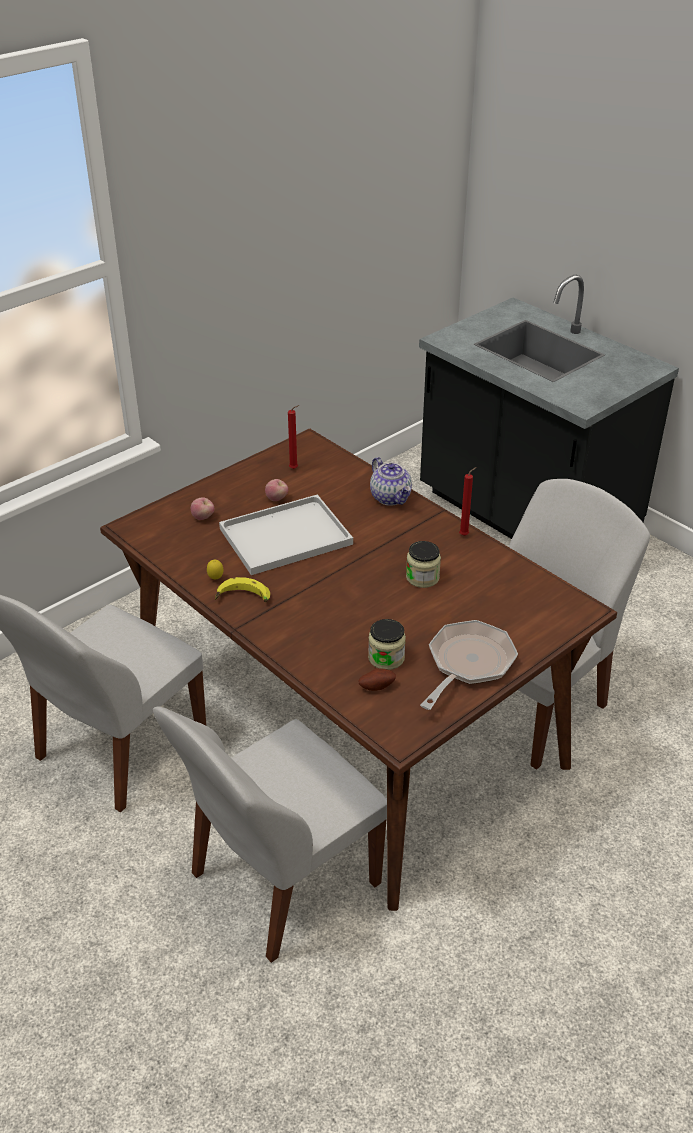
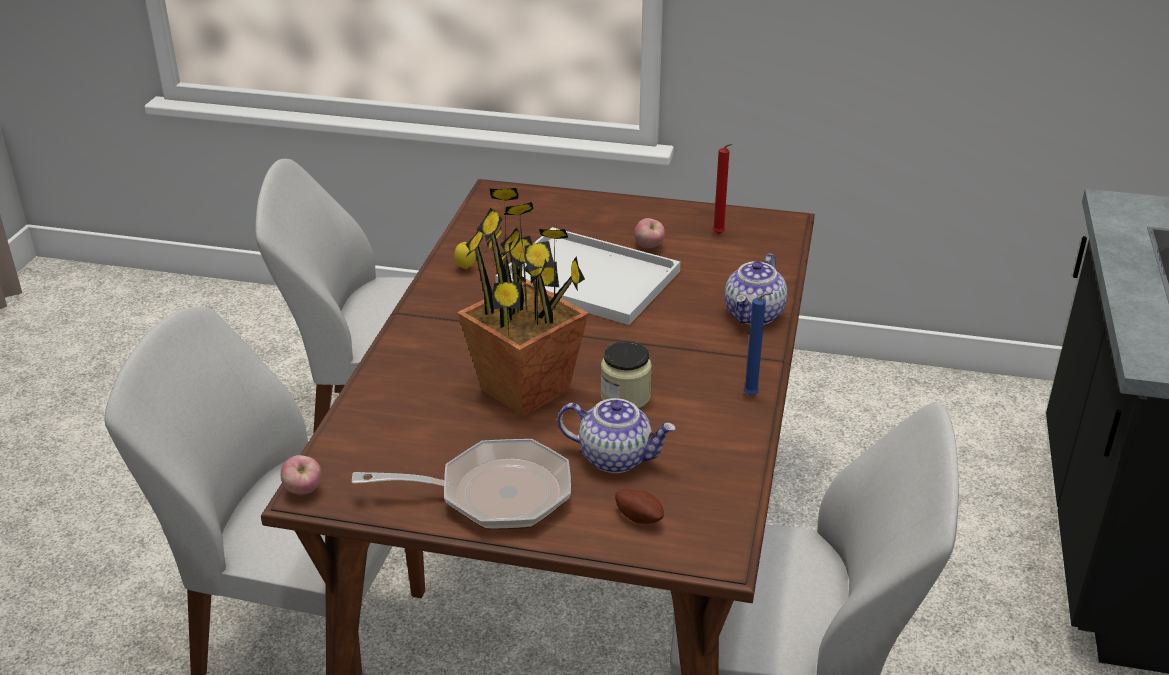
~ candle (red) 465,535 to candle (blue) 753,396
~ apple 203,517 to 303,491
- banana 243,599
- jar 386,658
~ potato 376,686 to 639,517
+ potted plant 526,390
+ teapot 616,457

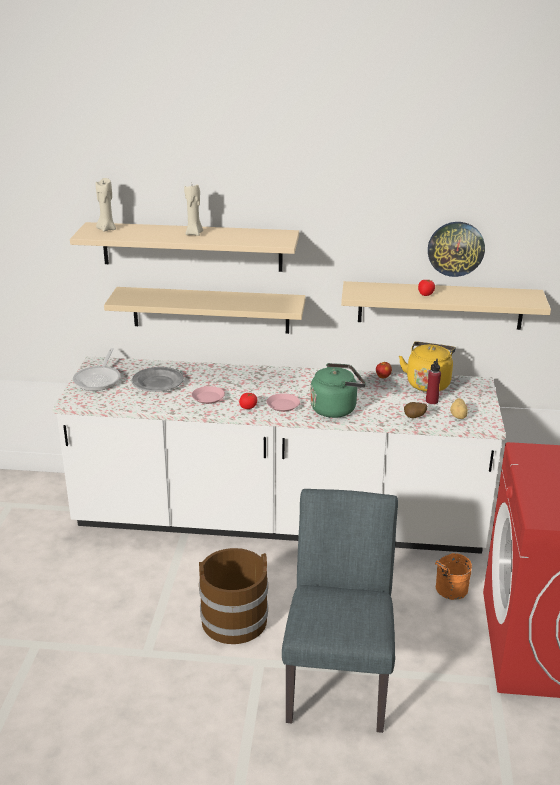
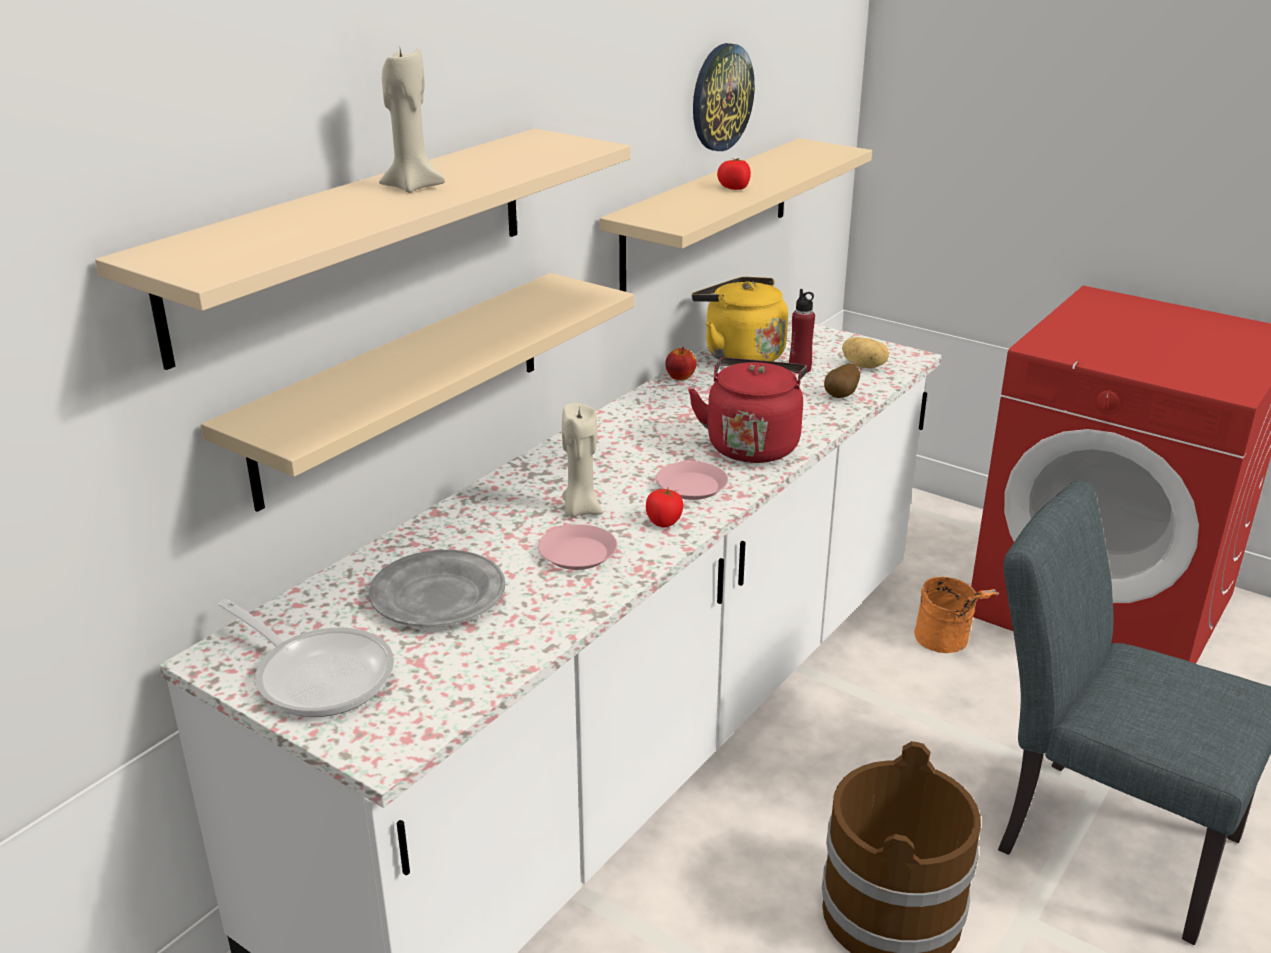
~ candle (beige) 106,229 to 580,510
~ kettle (green) 336,408 to kettle (red) 752,445

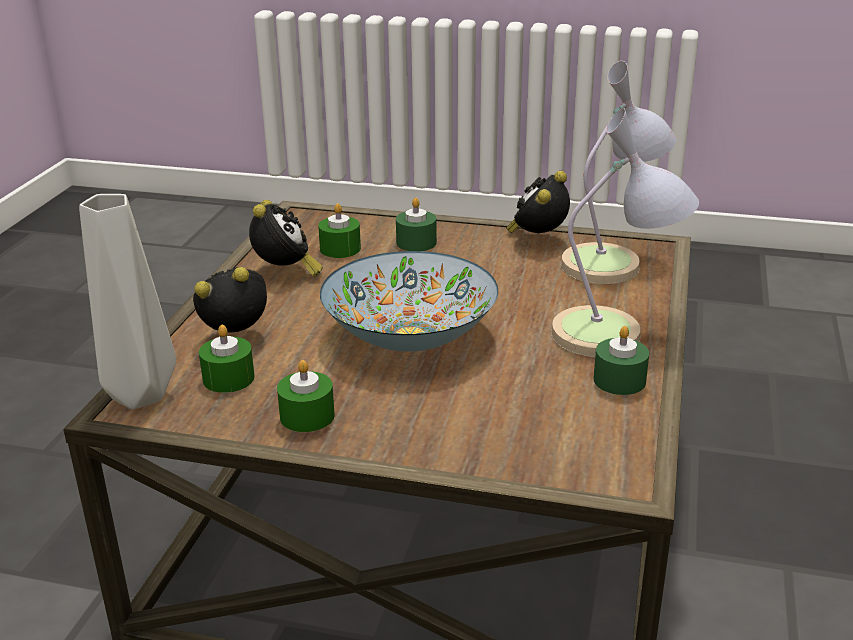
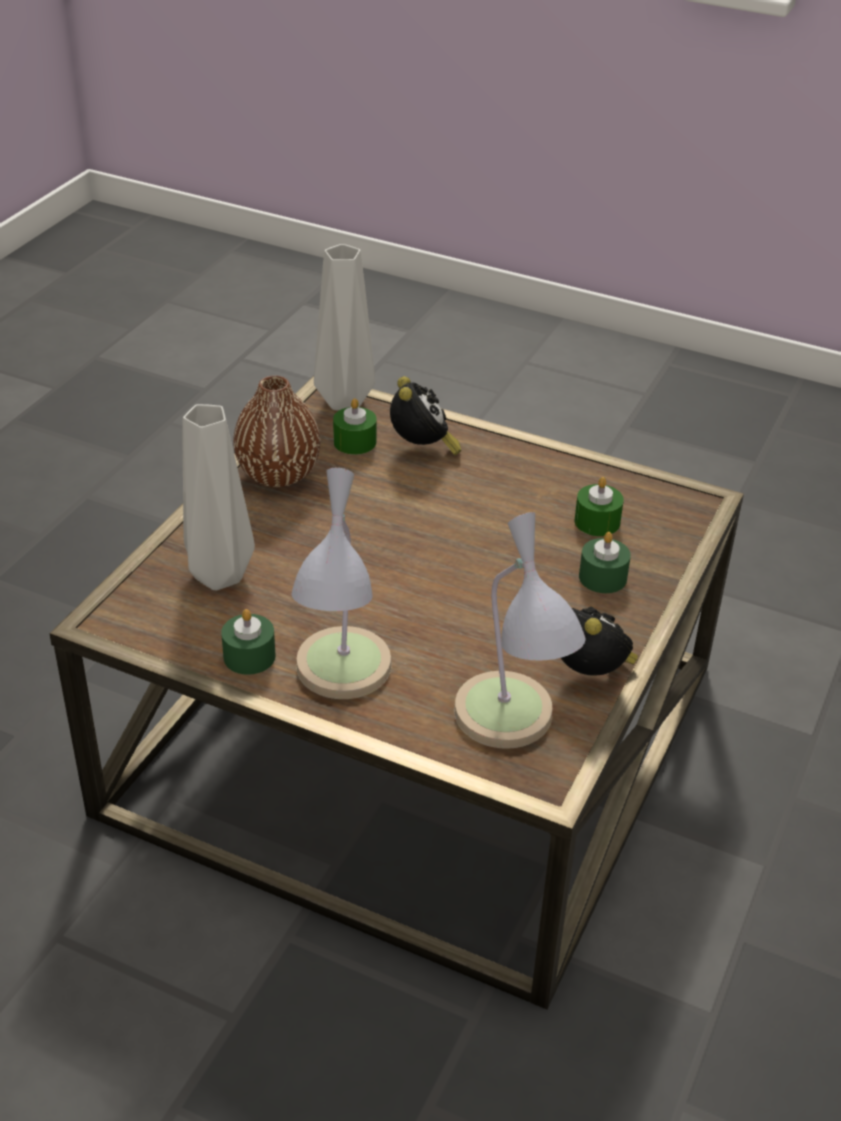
- alarm clock 285,273
- bowl 410,337
~ candle (green) 307,416 to vase (brown) 278,474
+ vase (grey) 220,578

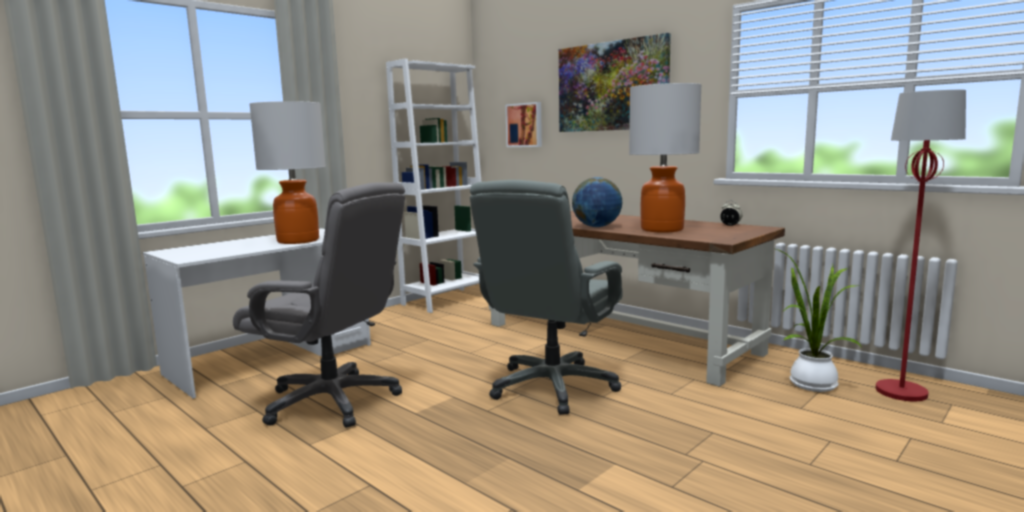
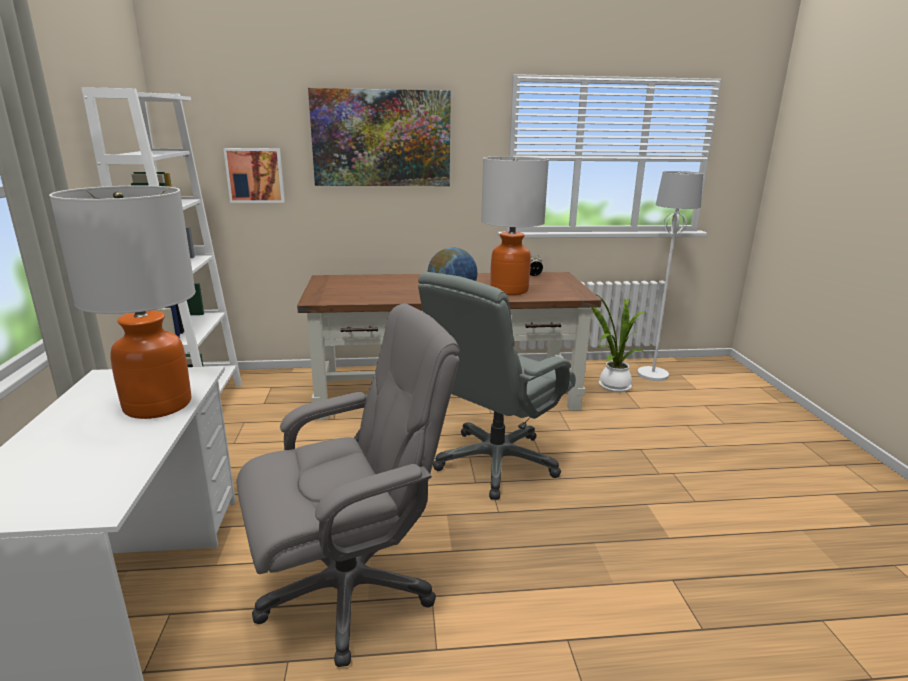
~ floor lamp (red) 901,392 to floor lamp (white) 653,374
~ office chair (grey) 552,387 = 495,462 60 degrees clockwise

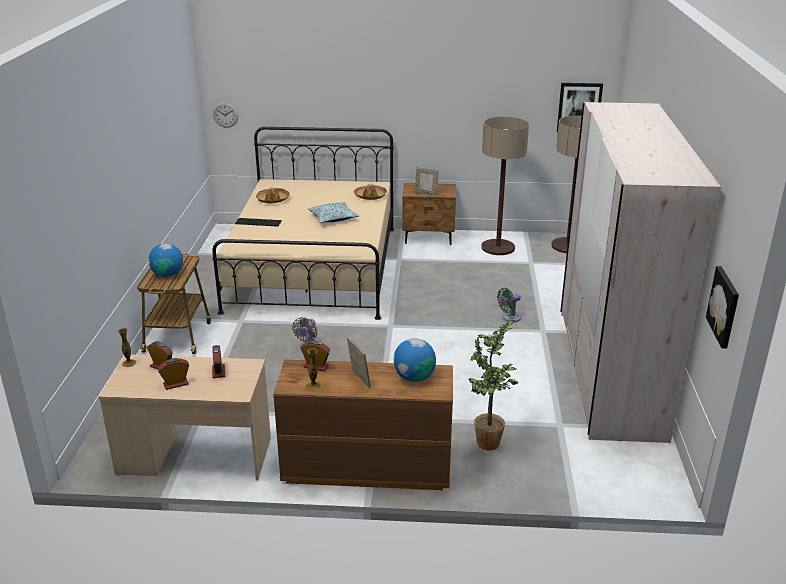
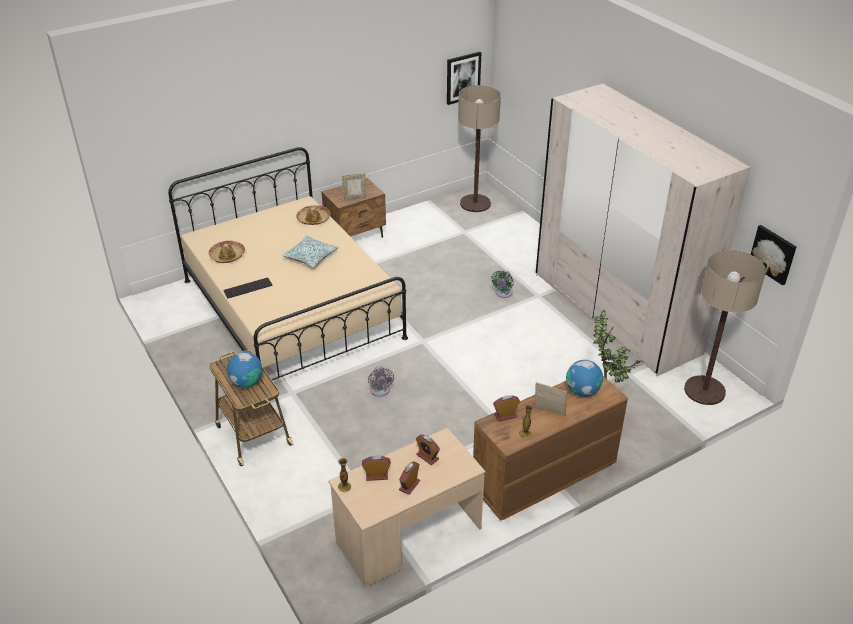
- wall clock 225,115
~ floor lamp 498,248 to 704,391

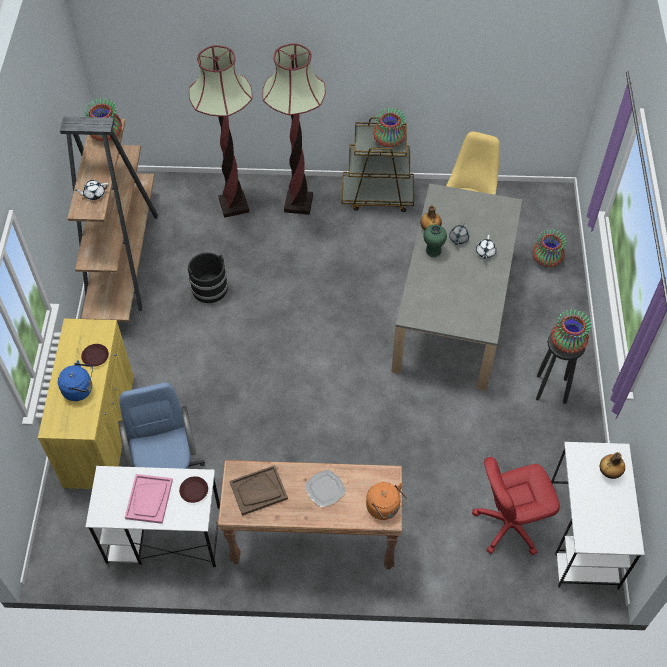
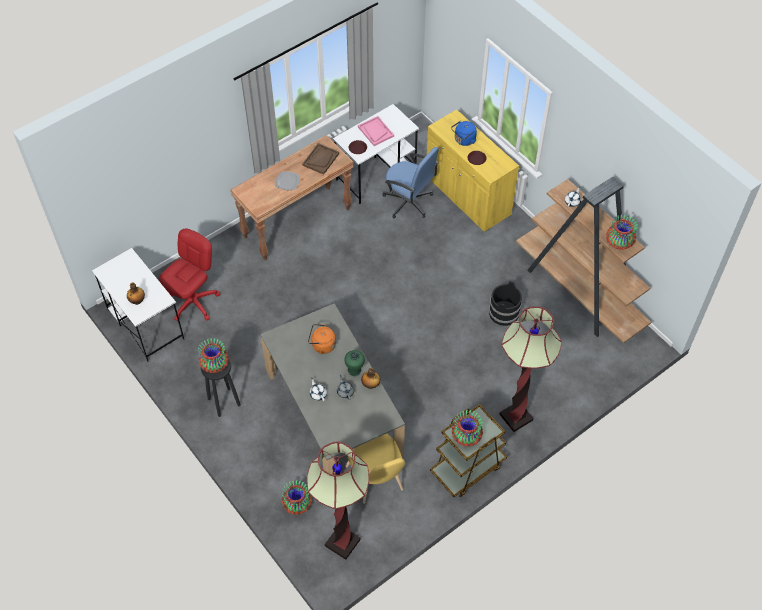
~ floor lamp 234,205 to 342,542
~ kettle (orange) 384,508 to 322,345

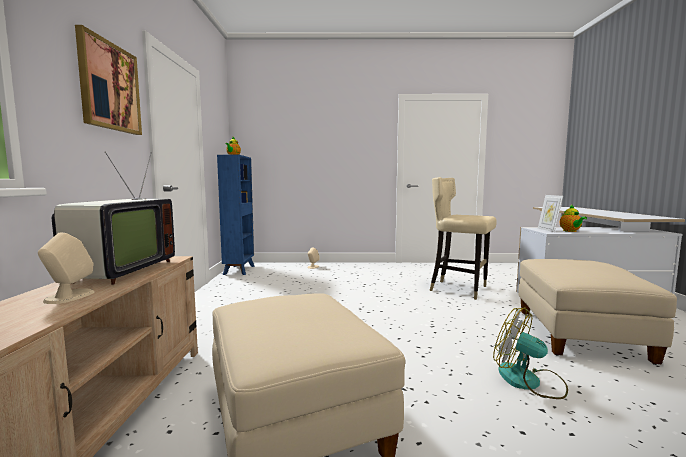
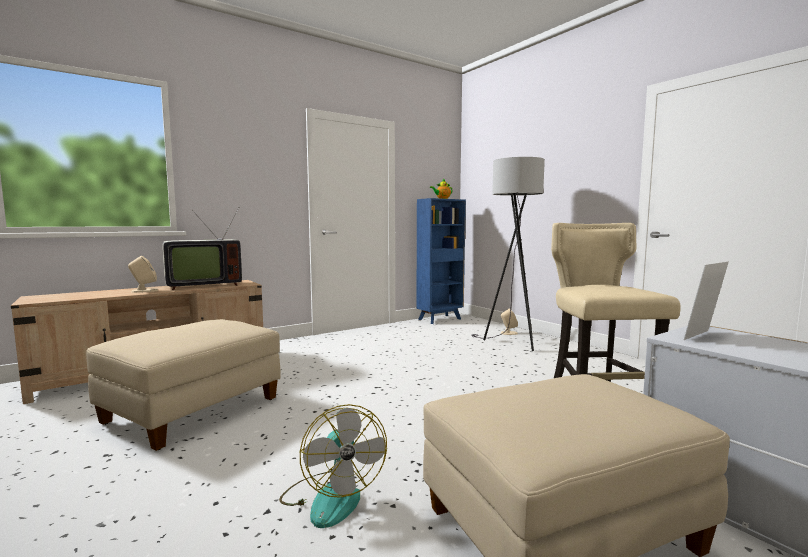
- picture 109,87
- teapot 571,231
~ fan 529,381 = 331,497 150 degrees clockwise
+ floor lamp (grey) 510,342

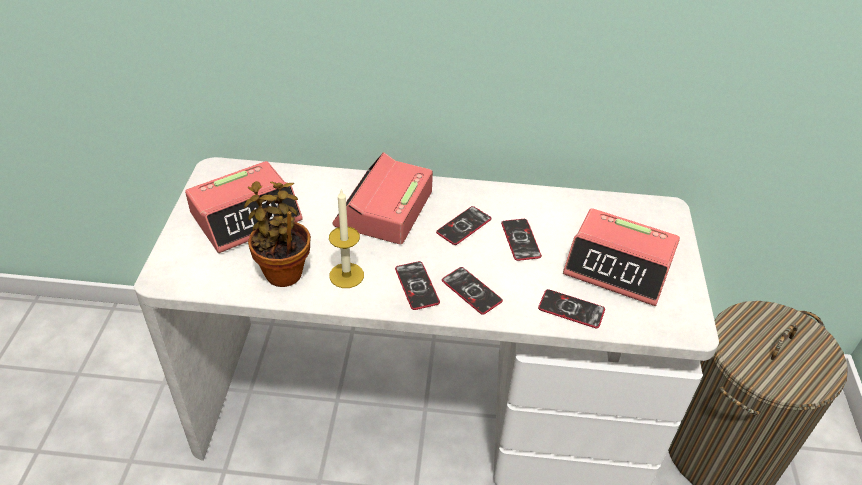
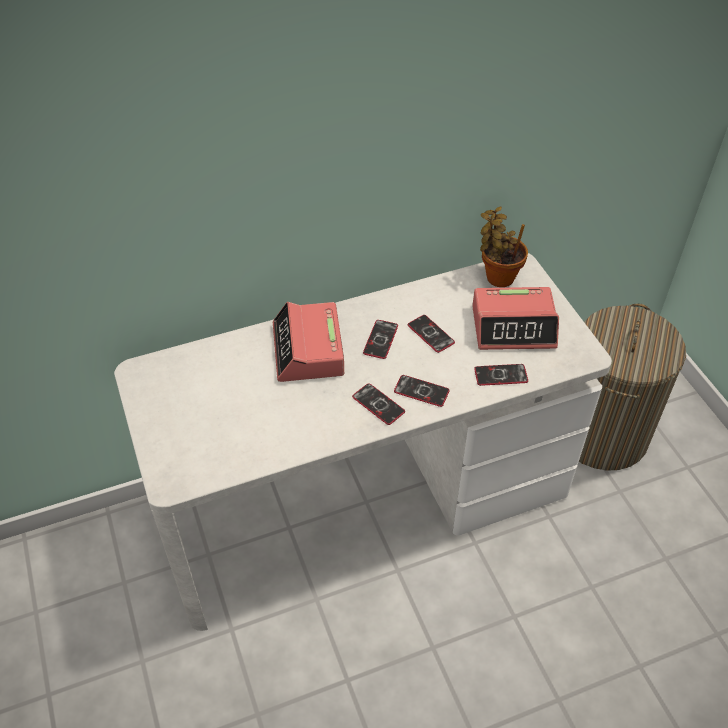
- alarm clock 246,216
~ potted plant 283,270 to 497,276
- candle 346,275

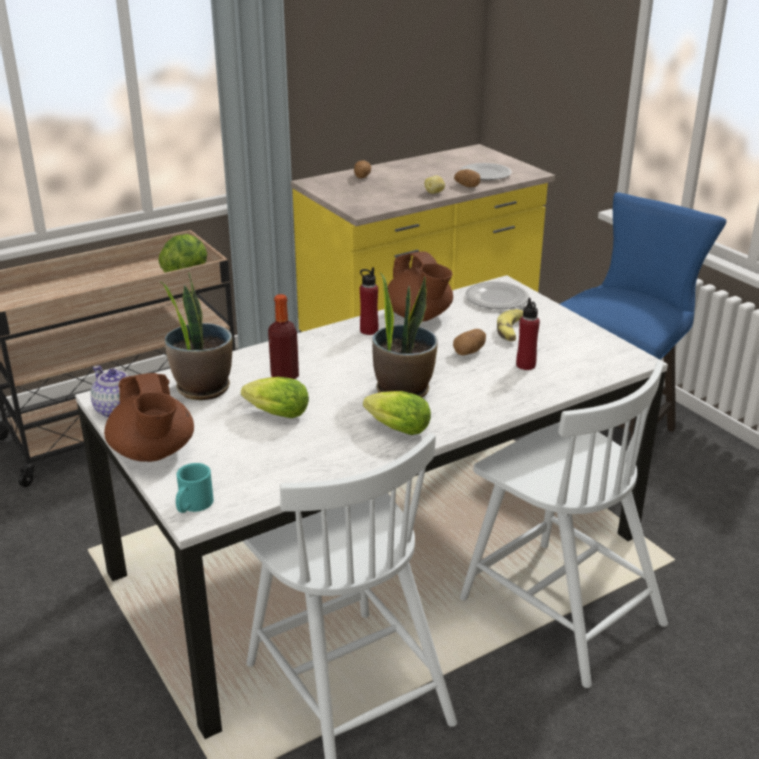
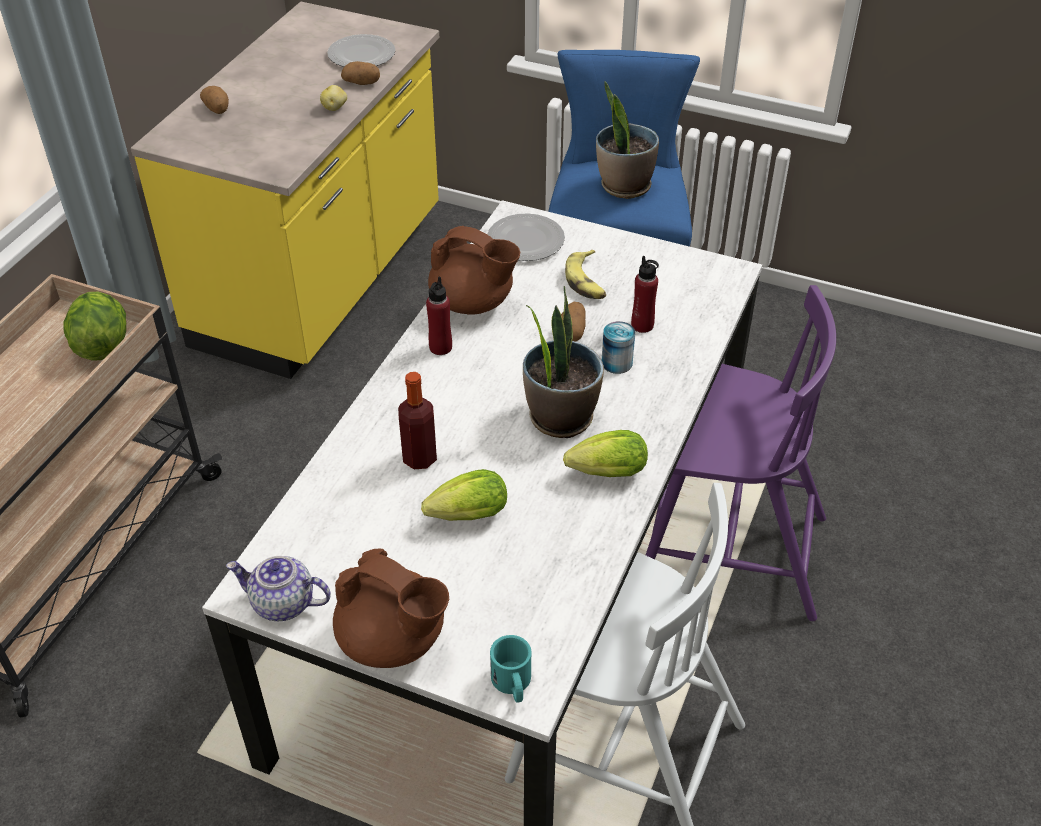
~ potted plant 202,388 to 624,186
~ chair (white) 558,608 to chair (purple) 728,550
+ can 616,363

